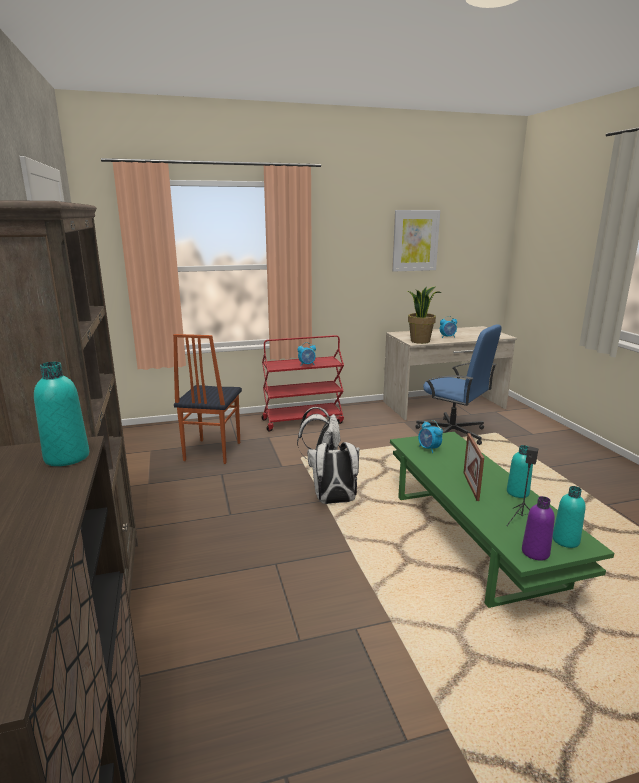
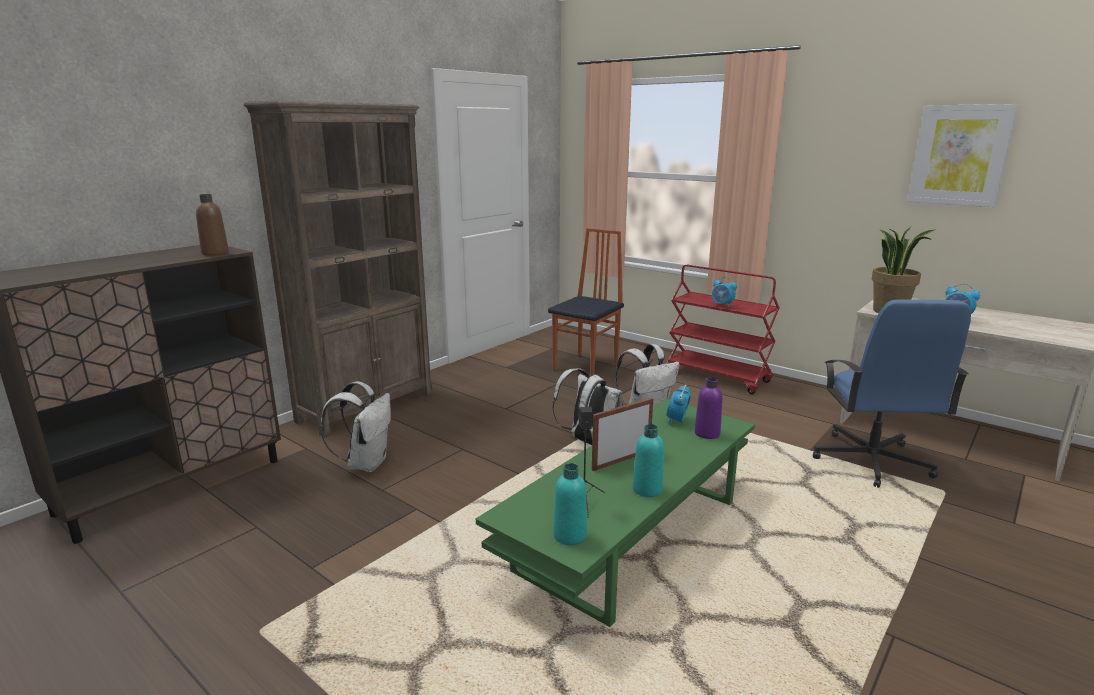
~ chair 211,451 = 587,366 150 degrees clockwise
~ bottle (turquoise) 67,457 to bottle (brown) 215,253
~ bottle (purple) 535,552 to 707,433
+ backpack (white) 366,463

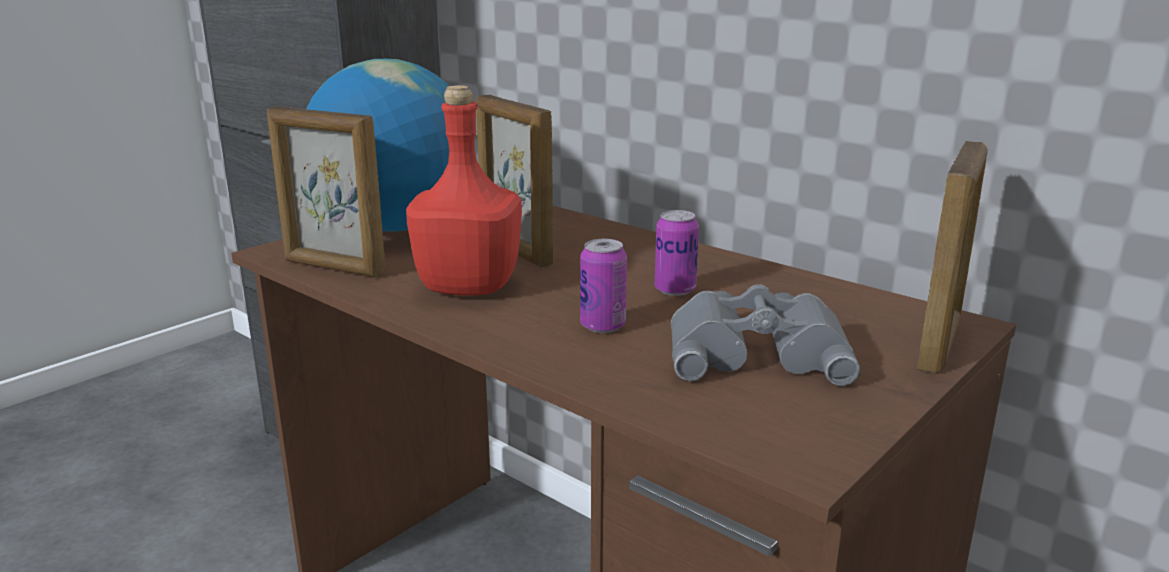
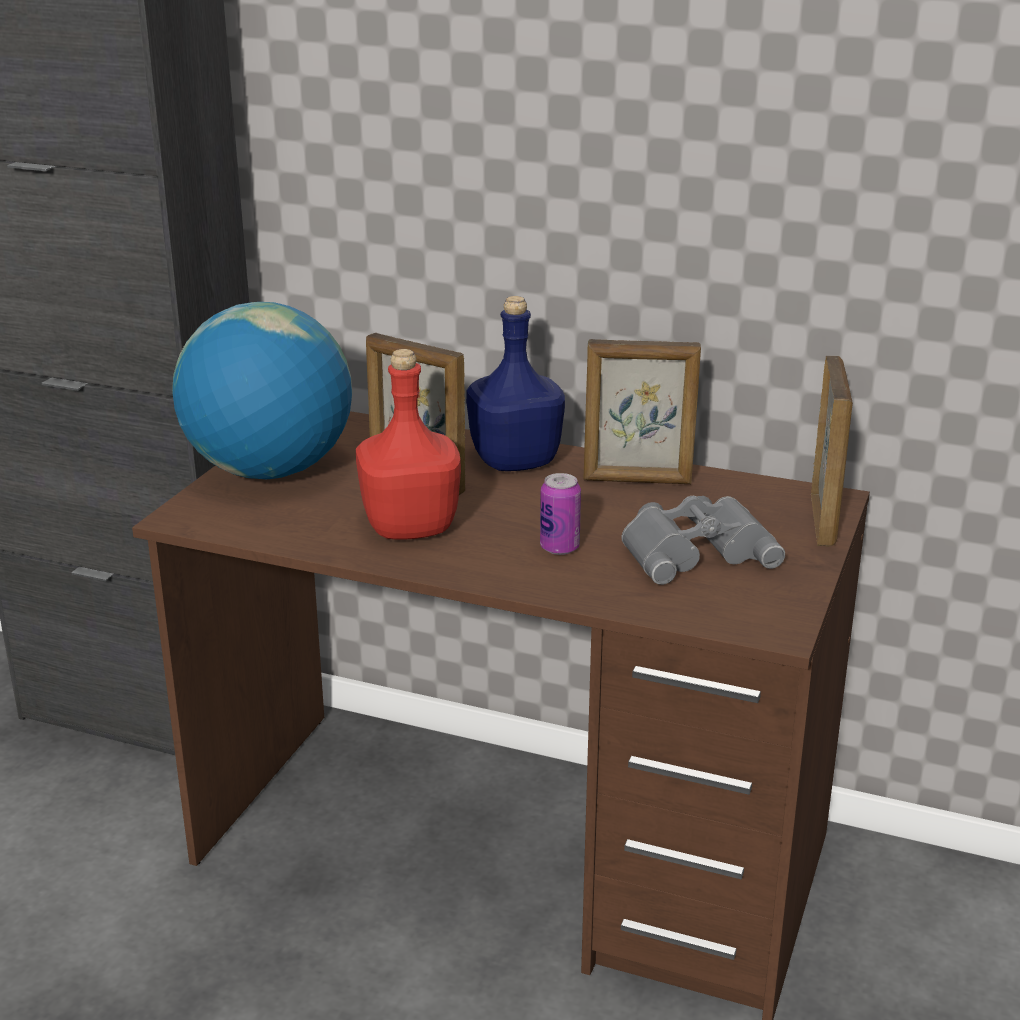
~ picture frame 333,268 to 637,480
- can 675,290
+ bottle (blue) 517,461

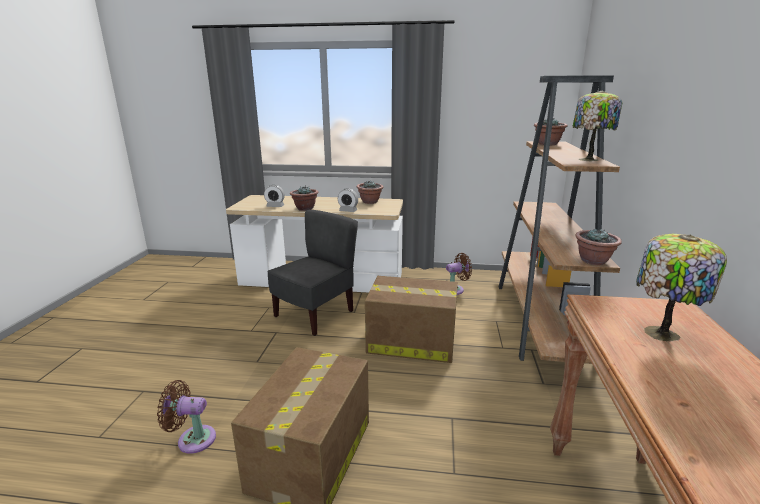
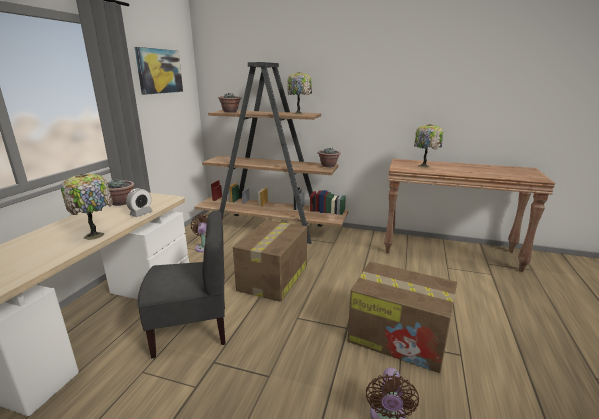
- alarm clock 275,206
~ potted plant 305,208 to table lamp 96,235
~ chair (grey) 315,314 = 192,329 120 degrees clockwise
+ picture 159,71

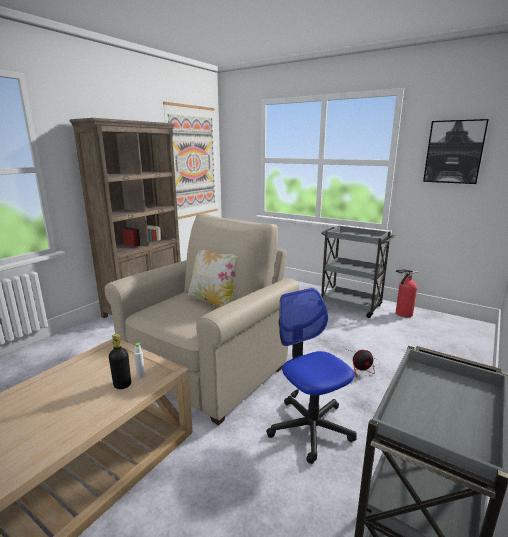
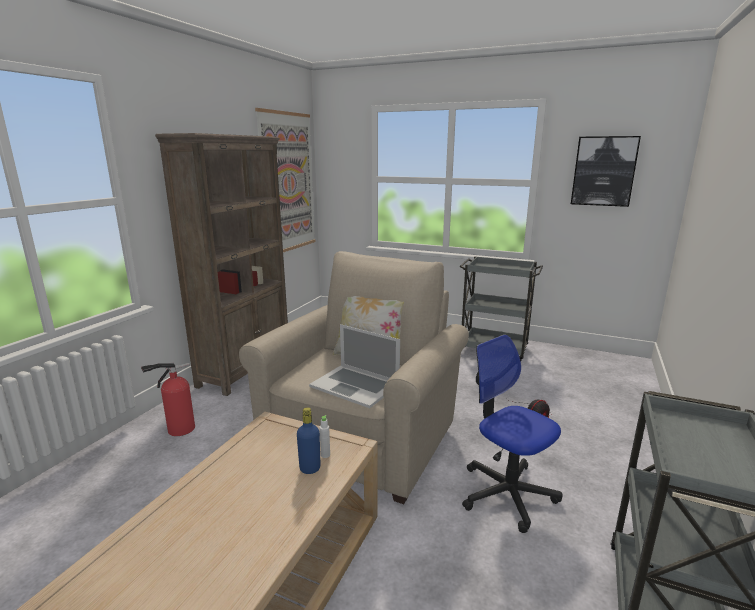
~ fire extinguisher 402,314 to 178,430
~ bottle (black) 122,385 to bottle (blue) 310,468
+ laptop 355,385

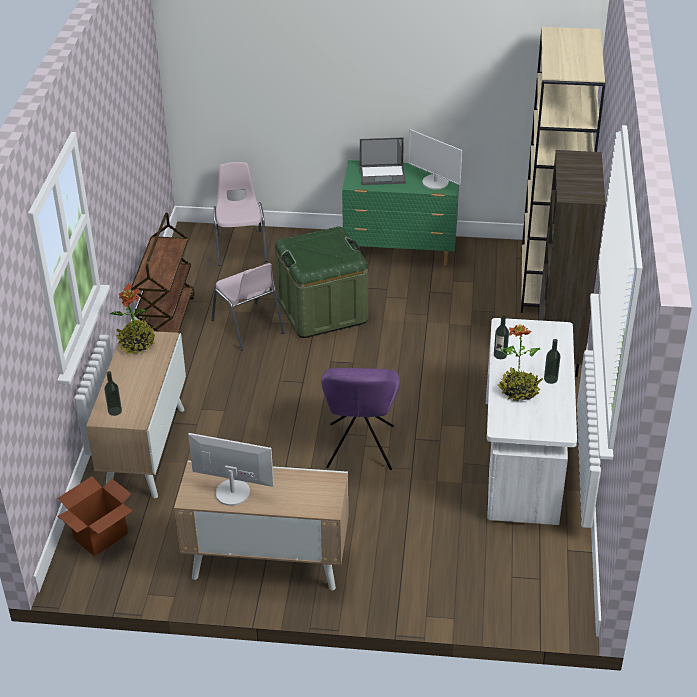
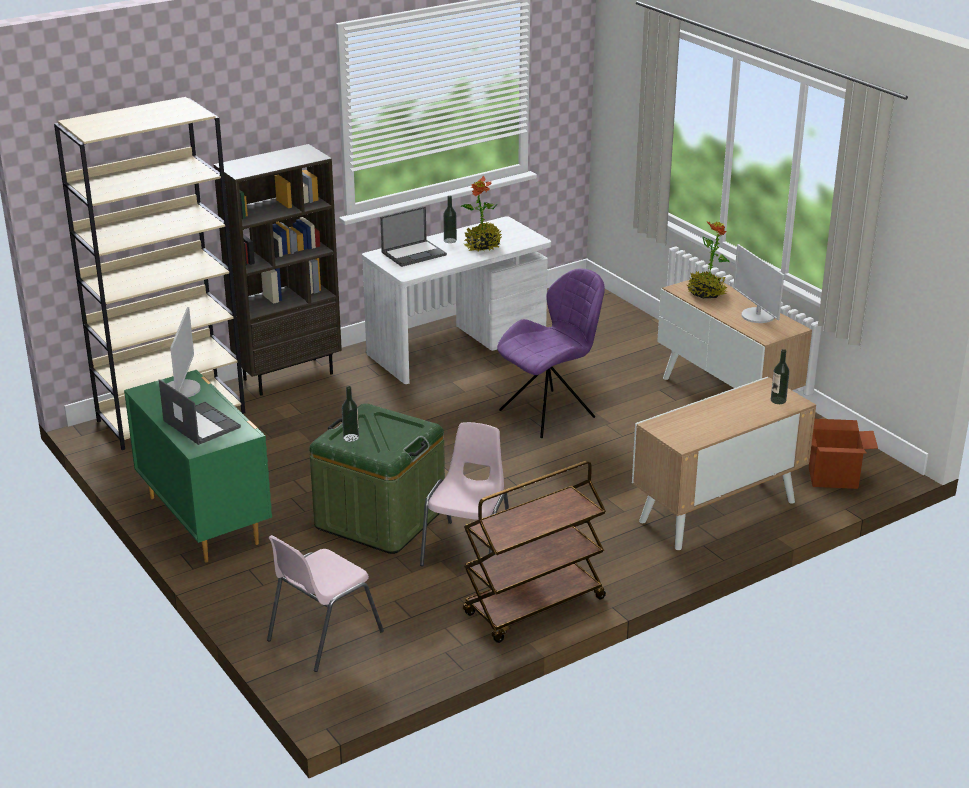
~ potted plant 137,344 to 706,293
~ bottle 500,355 to 351,437
+ laptop 414,253

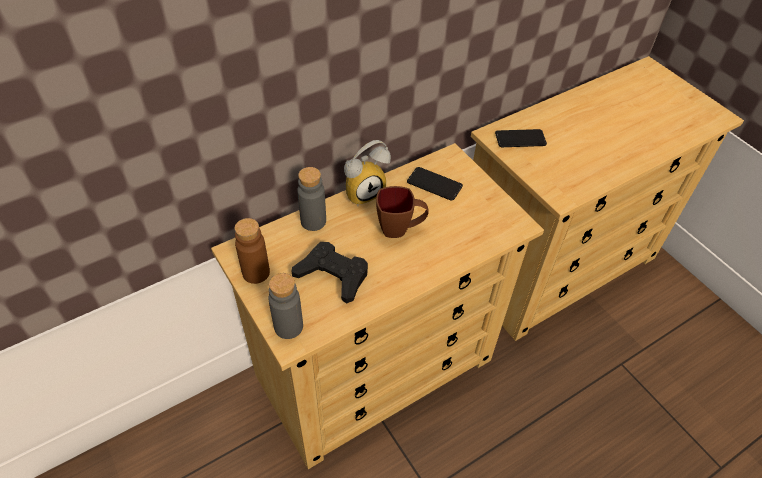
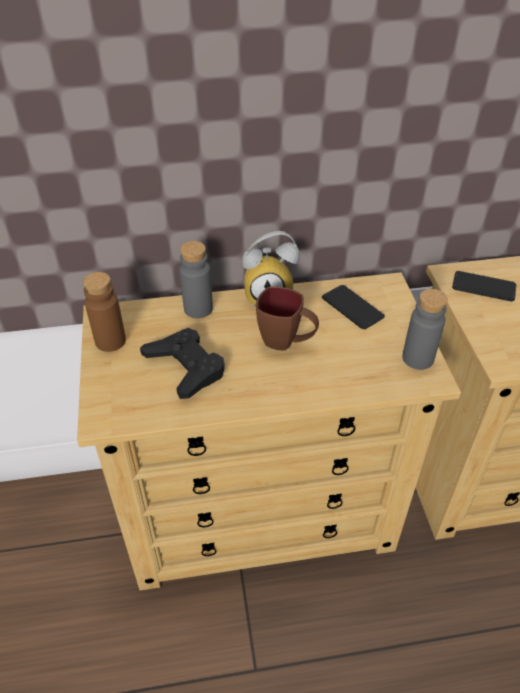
~ bottle (grey) 288,326 to 418,358

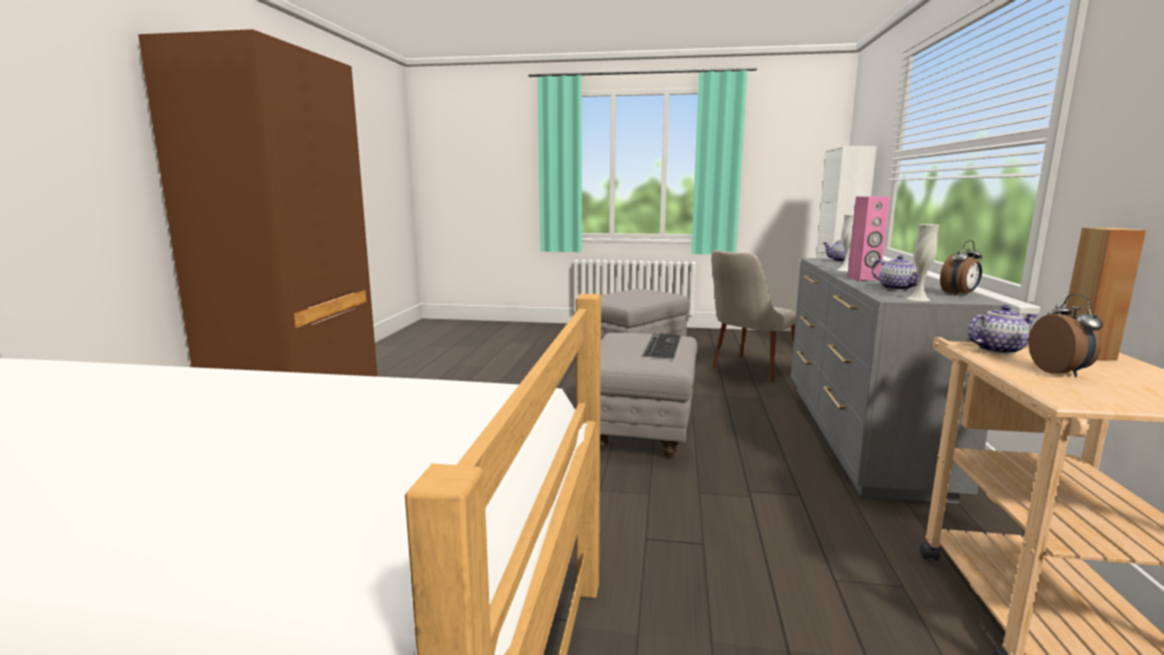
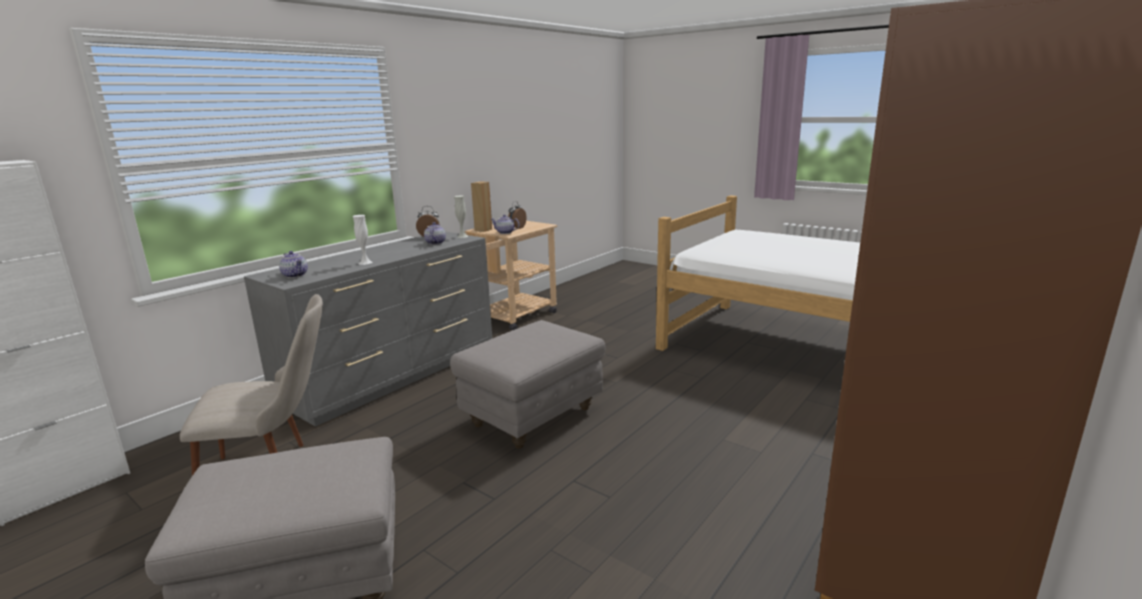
- speaker (pink) 863,278
- keyboard 661,345

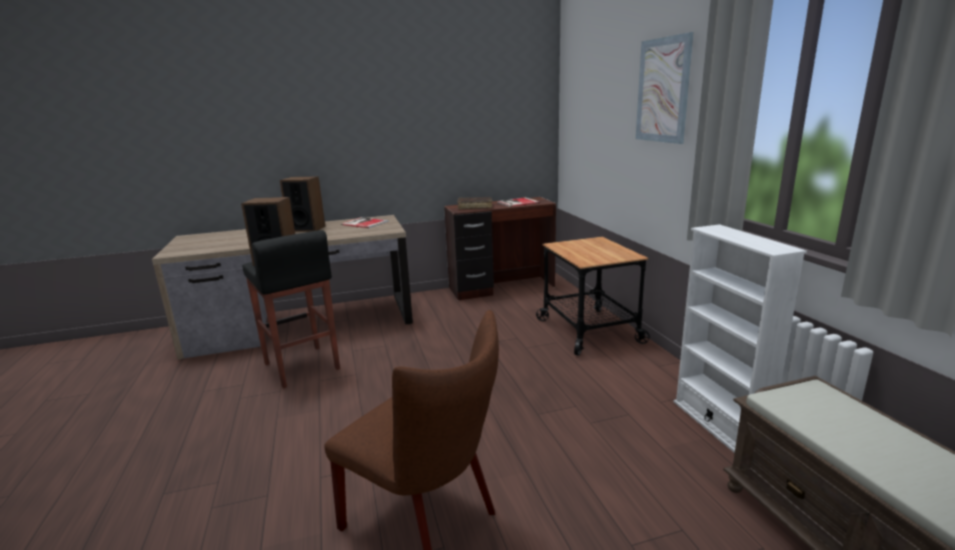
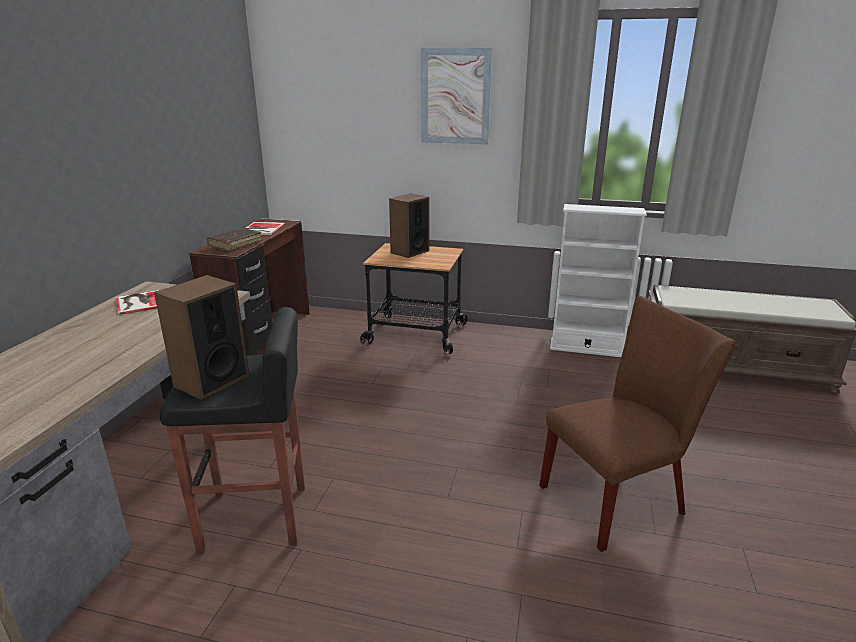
~ speaker 307,228 to 409,252

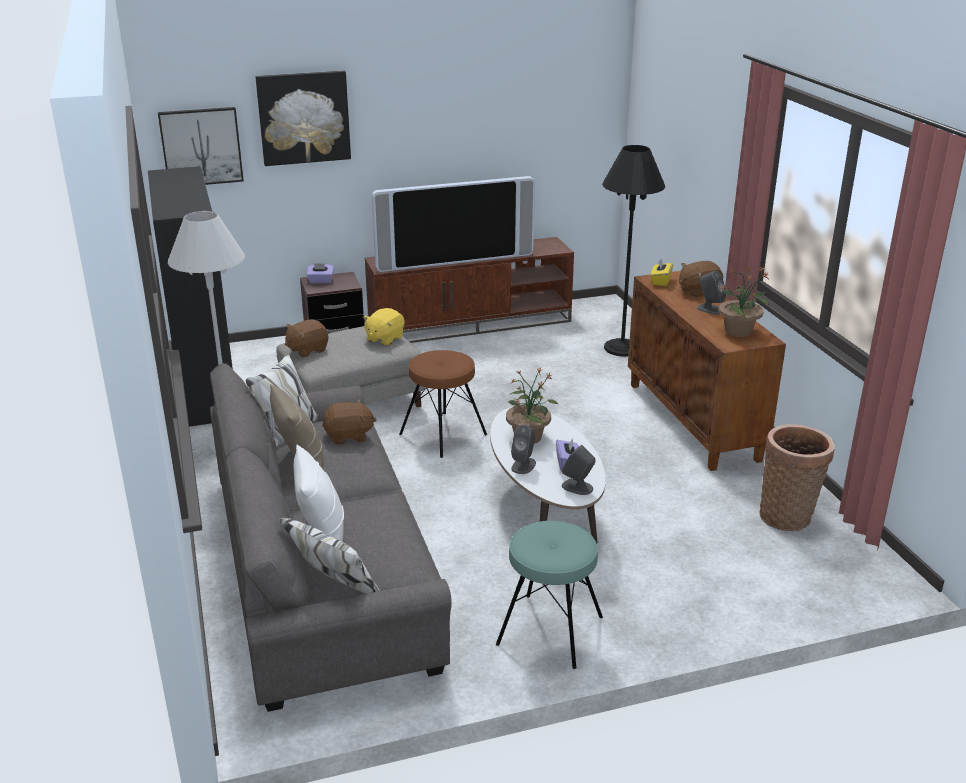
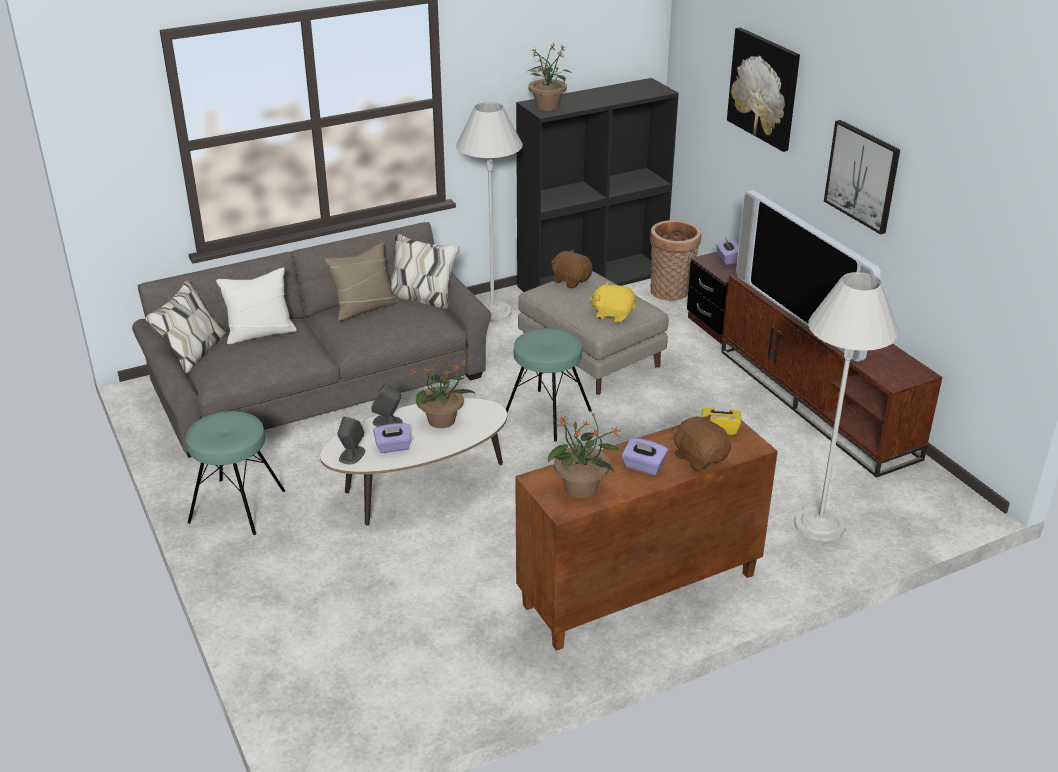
~ picture 201,146 to 862,176
~ floor lamp (black) 622,348 to floor lamp (white) 819,525
~ speaker (grey) 710,309 to tissue box (purple) 643,467
~ stool (brown) 443,434 to stool (turquoise) 547,415
- plush toy (brown) 349,436
~ basket 788,516 to 671,293
+ potted plant 547,106

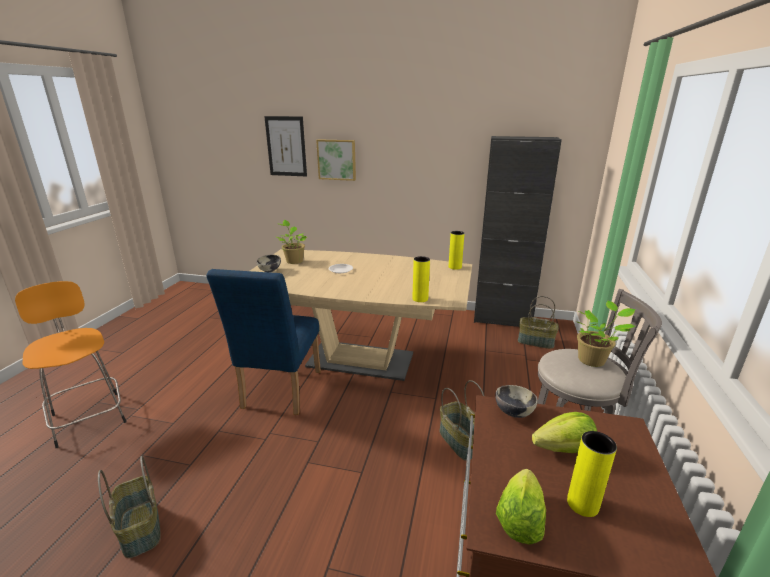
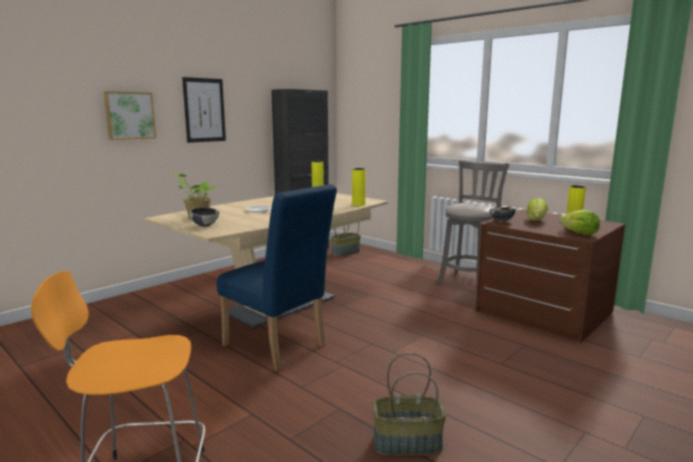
~ picture 286,146 to 204,110
- potted plant 593,360
- basket 461,441

